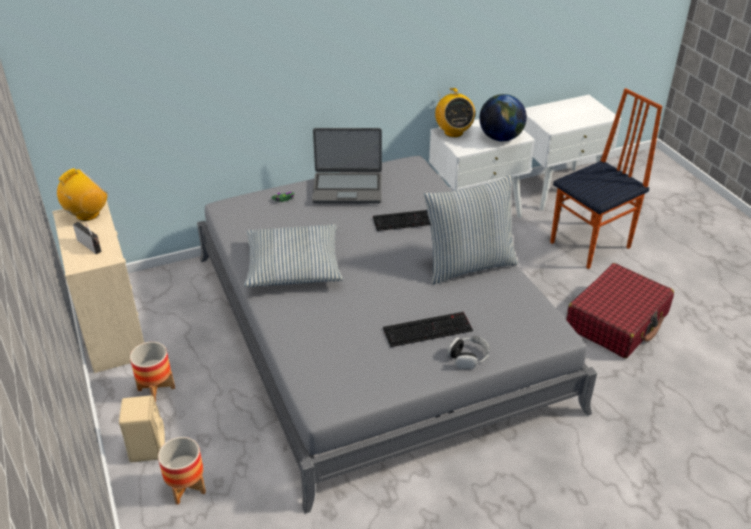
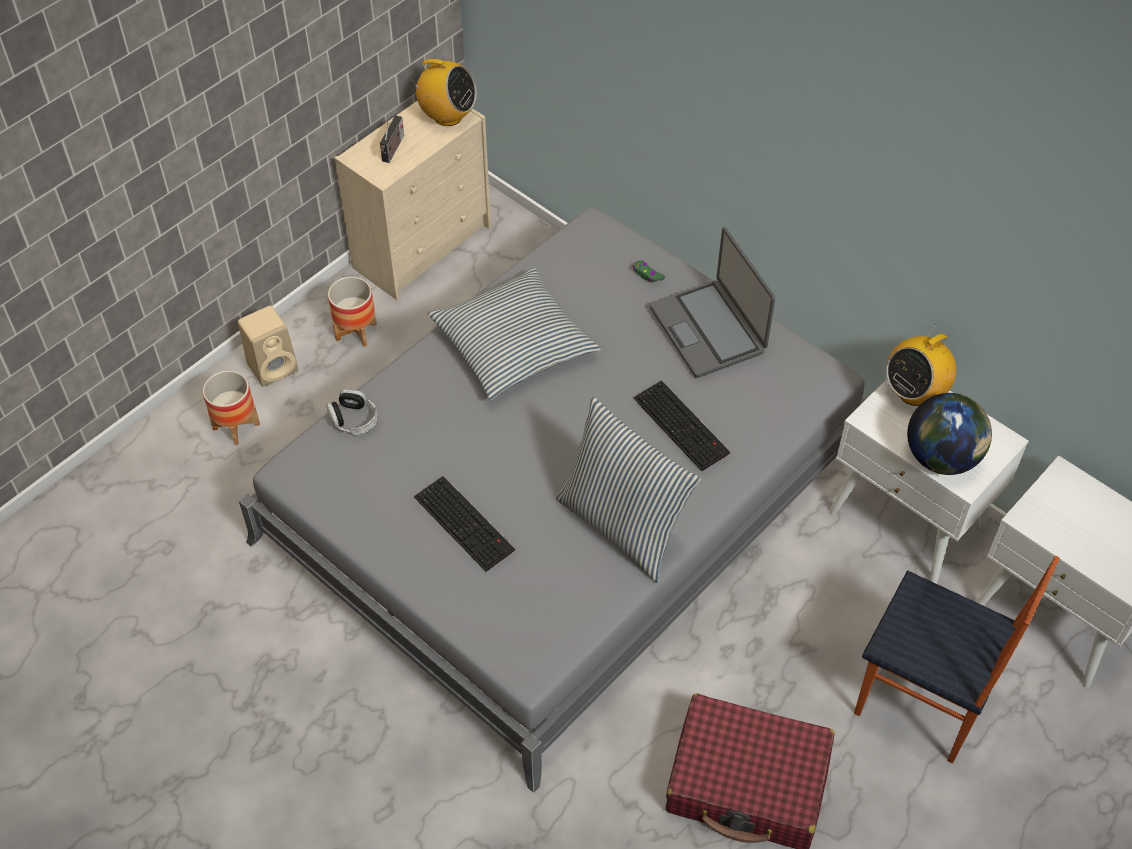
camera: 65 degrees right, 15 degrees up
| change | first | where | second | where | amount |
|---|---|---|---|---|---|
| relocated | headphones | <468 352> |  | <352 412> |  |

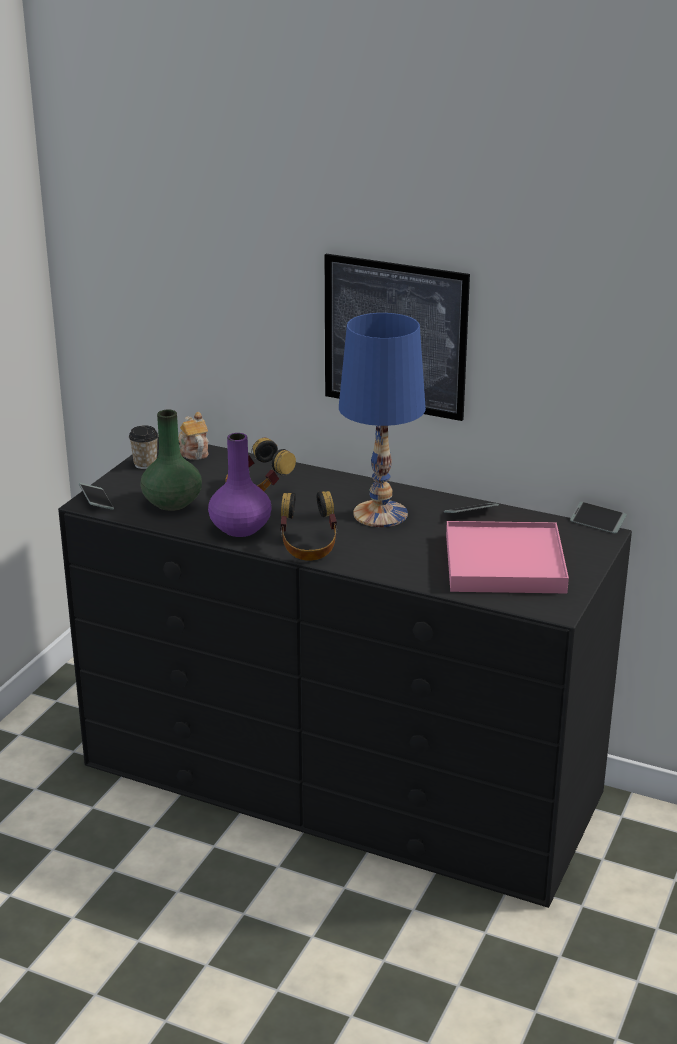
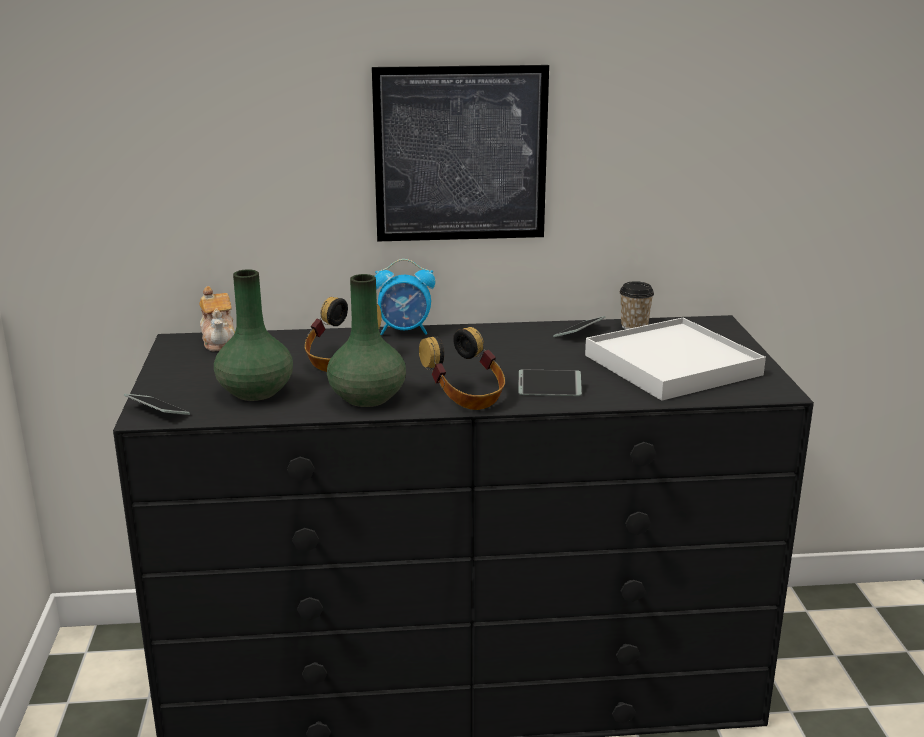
camera: 30 degrees left, 5 degrees down
| change | first | where | second | where | amount |
|---|---|---|---|---|---|
| relocated | cup | <143 447> |  | <636 305> |  |
| spun | pot for tea | <193 436> |  | <217 318> | 150 degrees counterclockwise |
| colour | purple-coloured decorative vase | <240 485> | green-coloured decorative vase | <366 340> |  |
| missing | blue-coloured table lamp | <382 420> |  |  |  |
| colour | pink-coloured tray | <507 557> | whitish tray | <675 359> |  |
| relocated | handset | <598 518> |  | <550 382> |  |
| appeared |  |  | alarm clock | <405 297> |  |

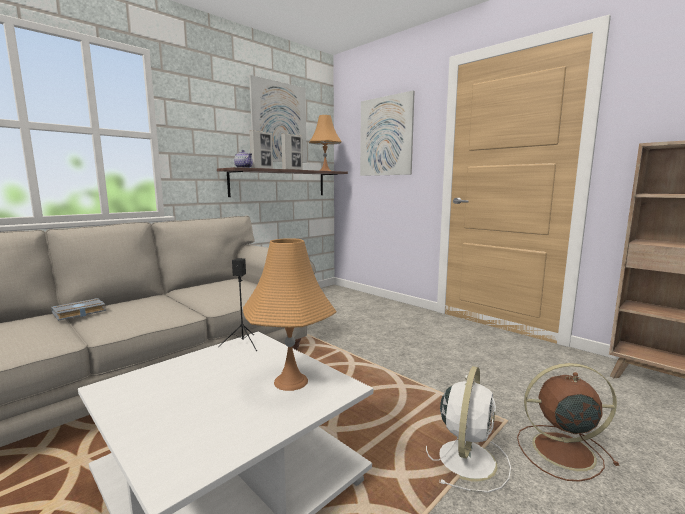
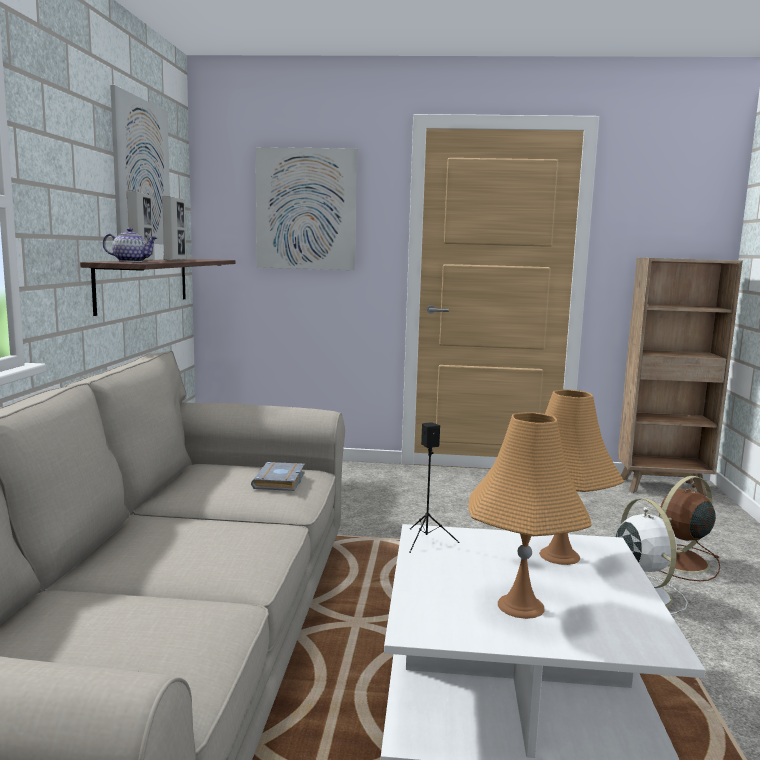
camera: 40 degrees left, 0 degrees up
| change | first | where | second | where | amount |
|---|---|---|---|---|---|
| relocated | gray book | <78 309> |  | <278 476> |  |
| relocated | orange table lamp | <325 143> |  | <530 515> |  |

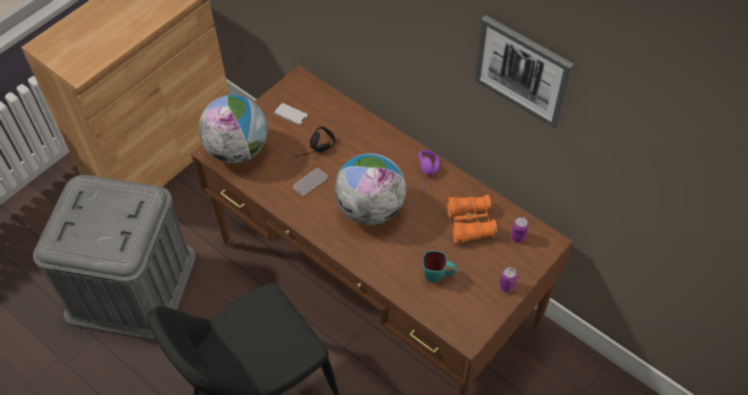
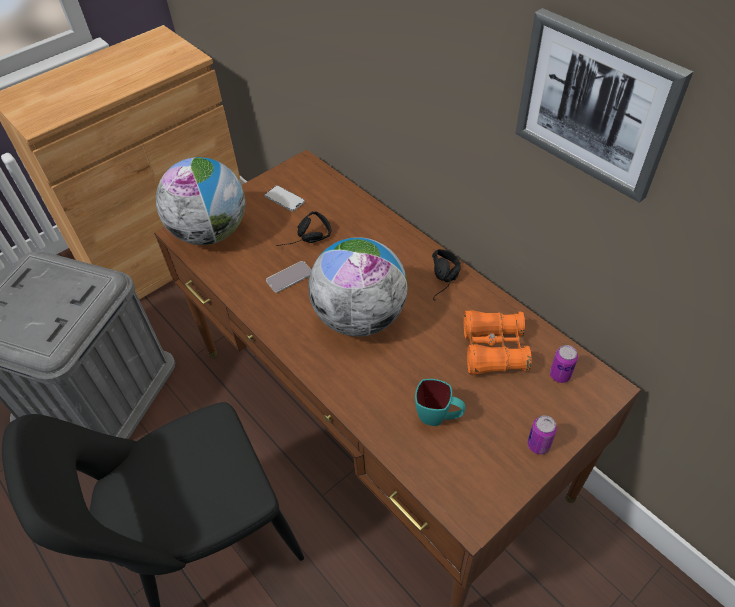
camera: 10 degrees right, 5 degrees down
| change | first | where | second | where | amount |
|---|---|---|---|---|---|
| colour | purple-coloured headphones | <429 170> | blackish headphones | <446 275> |  |

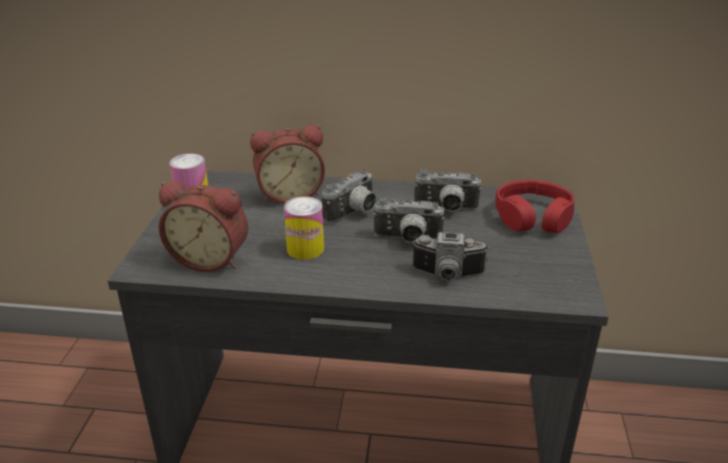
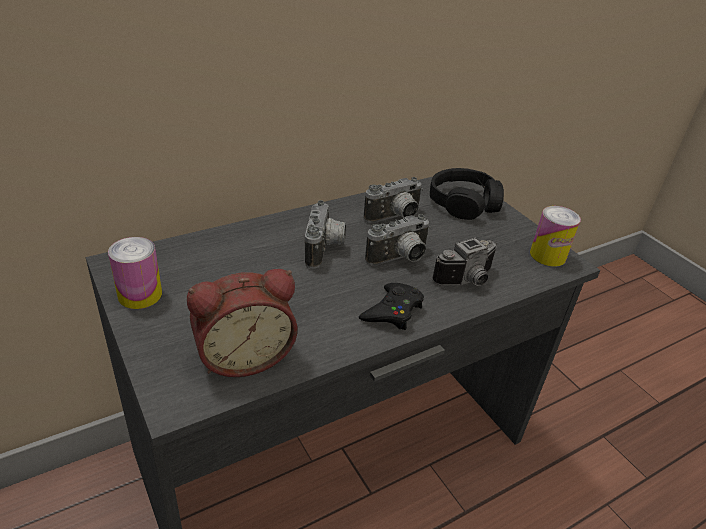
camera: 40 degrees left, 5 degrees up
| change | first | where | second | where | amount |
|---|---|---|---|---|---|
| missing | alarm clock | <287 164> |  |  |  |
| relocated | metal can | <304 228> |  | <555 236> |  |
| colour | reddish headphones | <535 206> | blackish headphones | <467 194> |  |
| appeared |  |  | blackish gamepad | <391 306> |  |

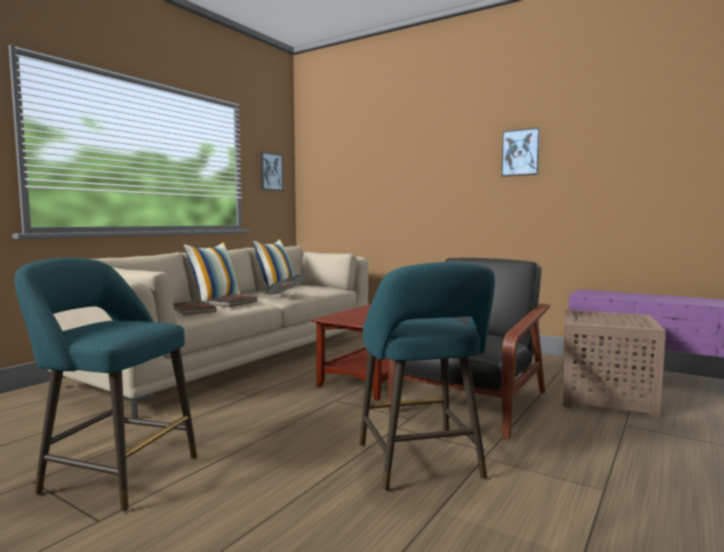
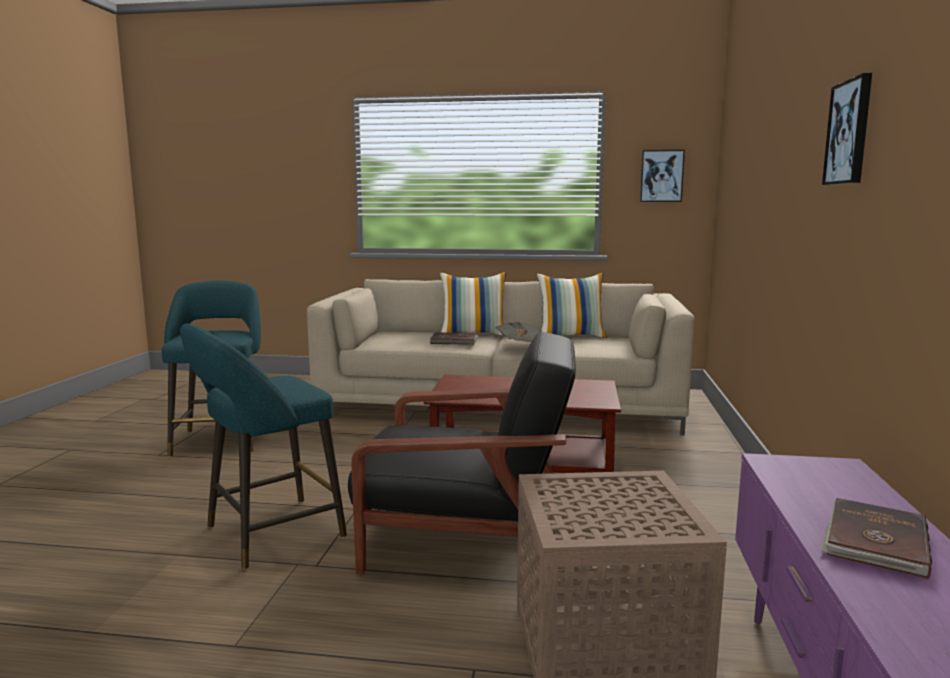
camera: 65 degrees right, 5 degrees up
| change | first | where | second | where | amount |
|---|---|---|---|---|---|
| relocated | brown-coloured book | <194 308> |  | <875 538> |  |

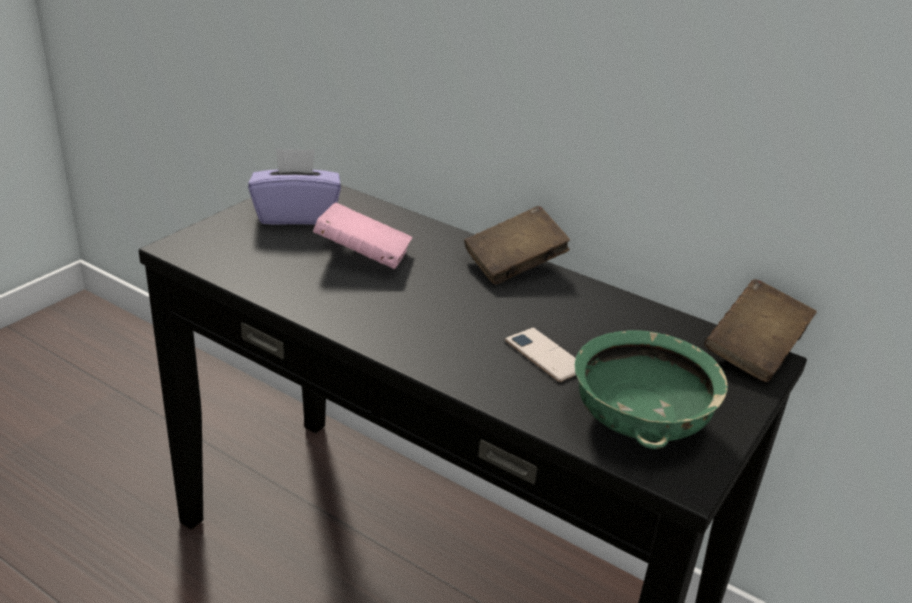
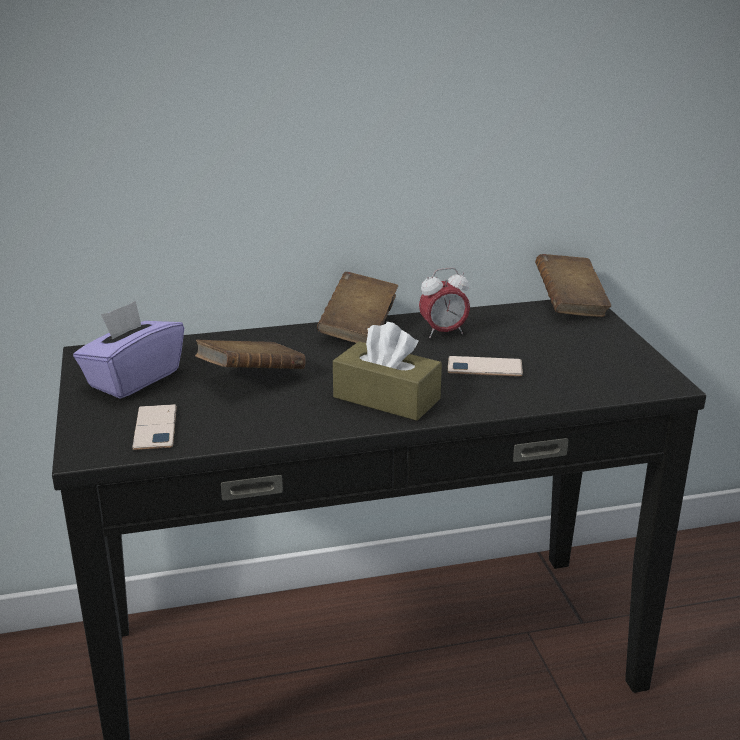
camera: 45 degrees left, 5 degrees down
| change | first | where | second | where | amount |
|---|---|---|---|---|---|
| colour | pink-coloured book | <362 235> | brown-coloured book | <250 354> |  |
| missing | green-coloured bowl | <651 389> |  |  |  |
| appeared |  |  | handset | <154 427> |  |
| appeared |  |  | brown-coloured box of tissues | <387 371> |  |
| appeared |  |  | alarm clock | <444 303> |  |

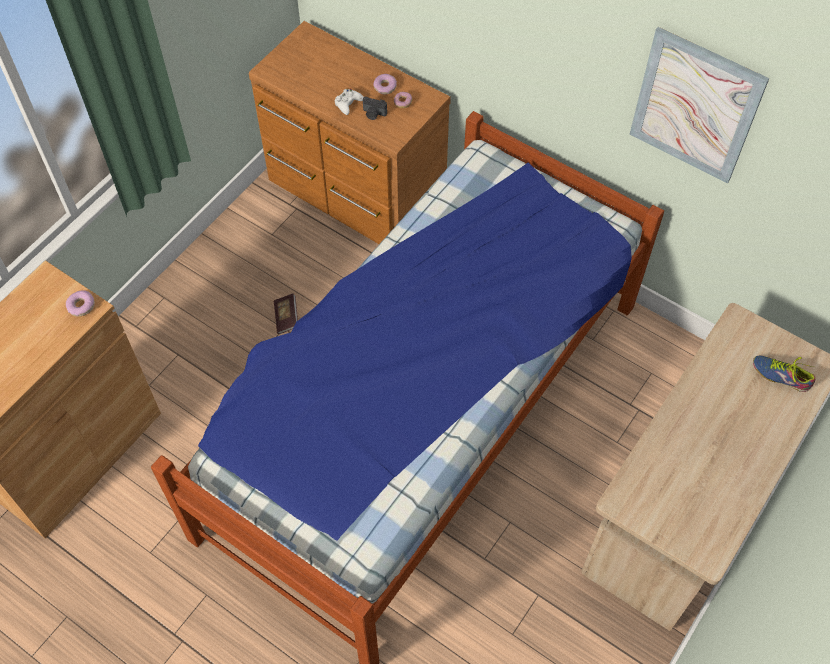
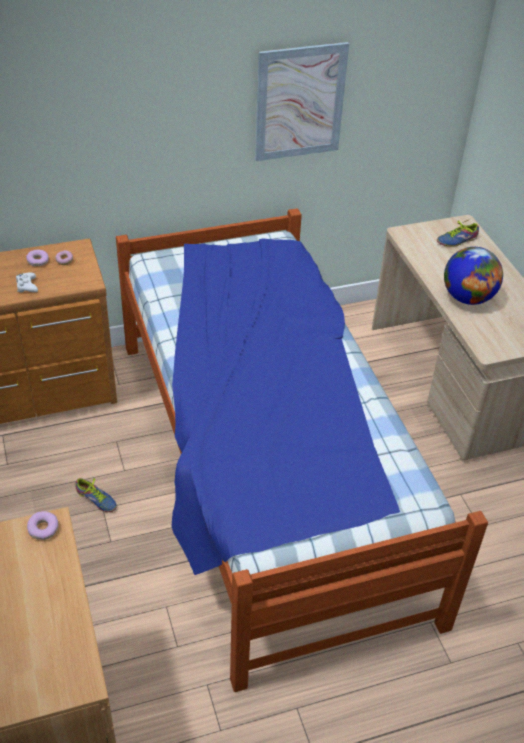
camera: 55 degrees left, 15 degrees down
| change | first | where | second | where | amount |
|---|---|---|---|---|---|
| exchanged | book | <286 313> | item of footwear | <96 495> |  |
| missing | still camera | <375 108> |  |  |  |
| appeared |  |  | desk globe | <473 276> |  |

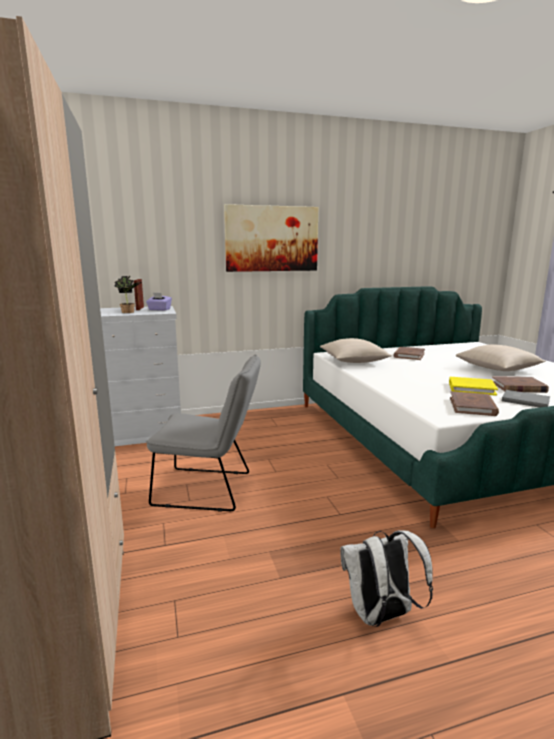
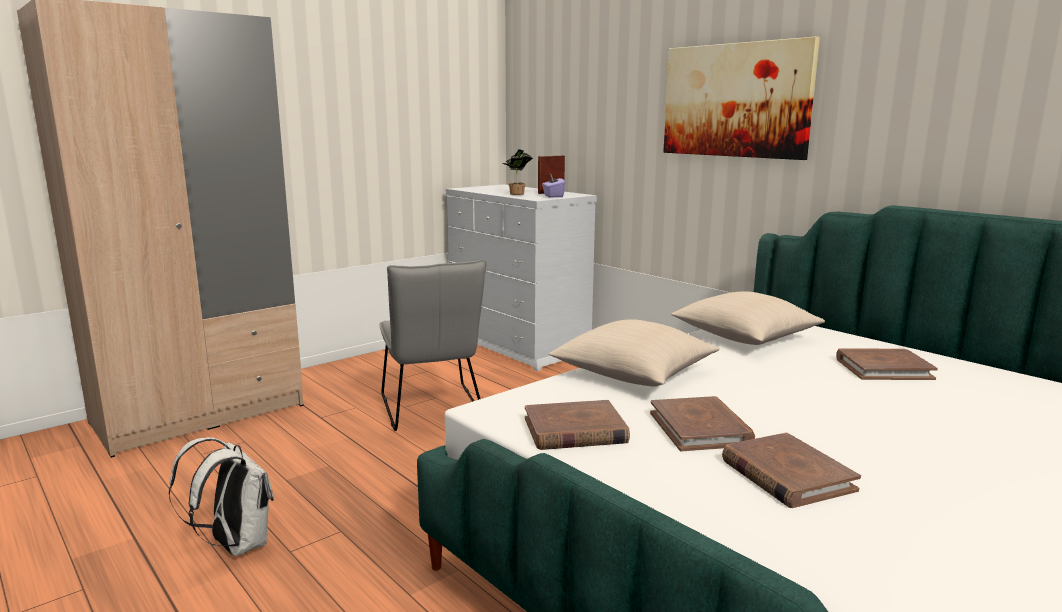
camera: 65 degrees right, 0 degrees up
| change | first | where | second | where | amount |
|---|---|---|---|---|---|
| colour | yellow-coloured book | <473 386> | brown-coloured book | <702 423> |  |
| relocated | beige cushion | <501 357> |  | <634 353> |  |
| missing | gray book | <526 399> |  |  |  |

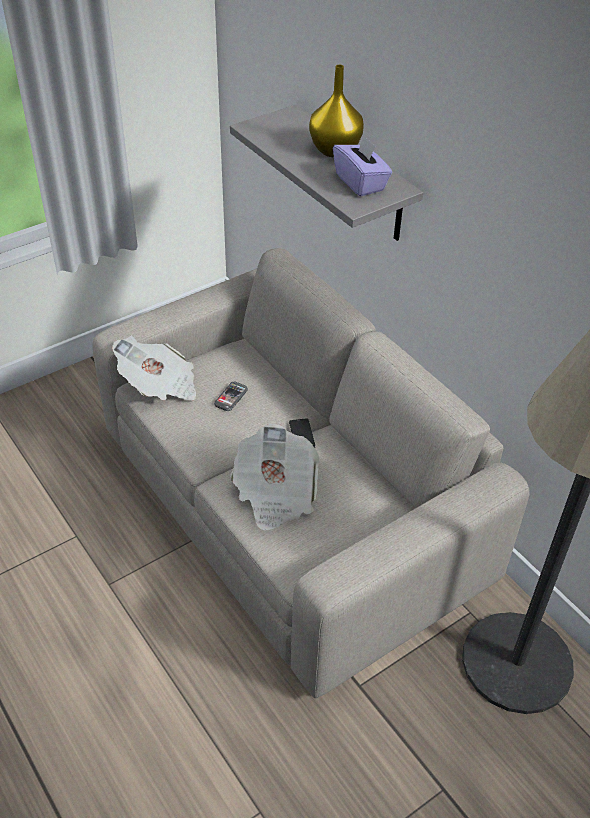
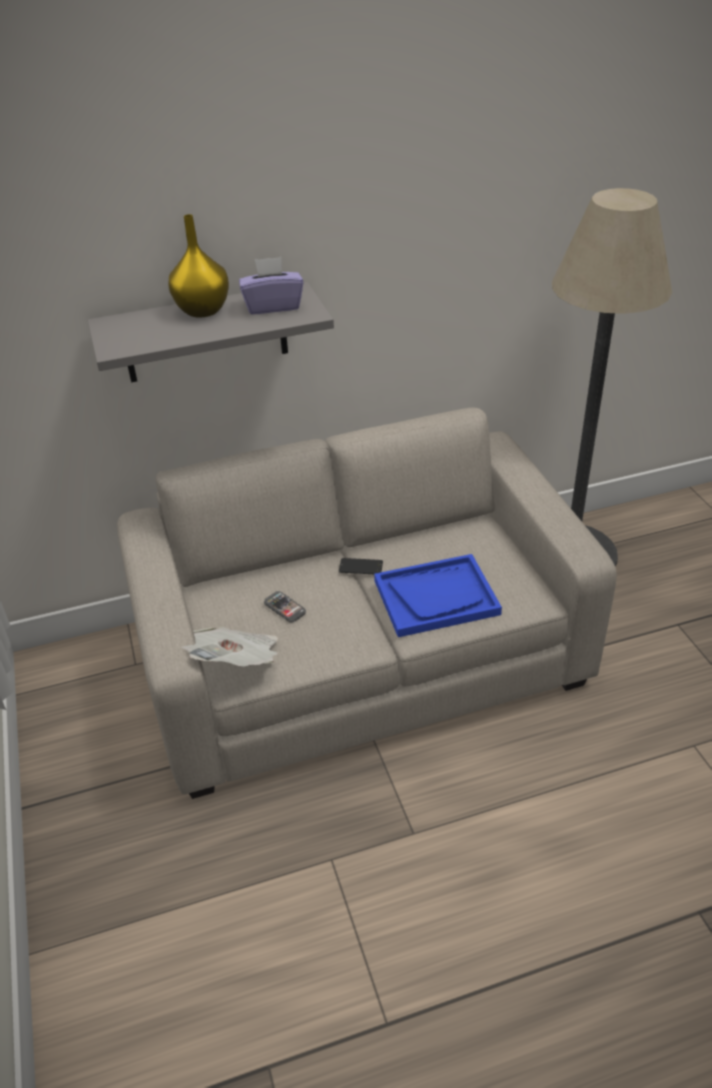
camera: 70 degrees left, 5 degrees down
| change | first | where | second | where | amount |
|---|---|---|---|---|---|
| exchanged | printed paper | <275 477> | blue-coloured tray | <438 595> |  |

